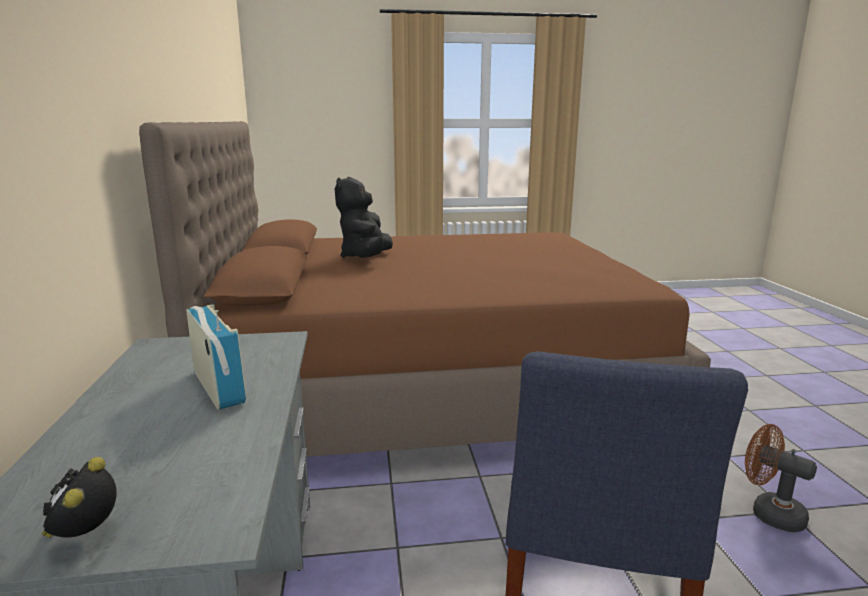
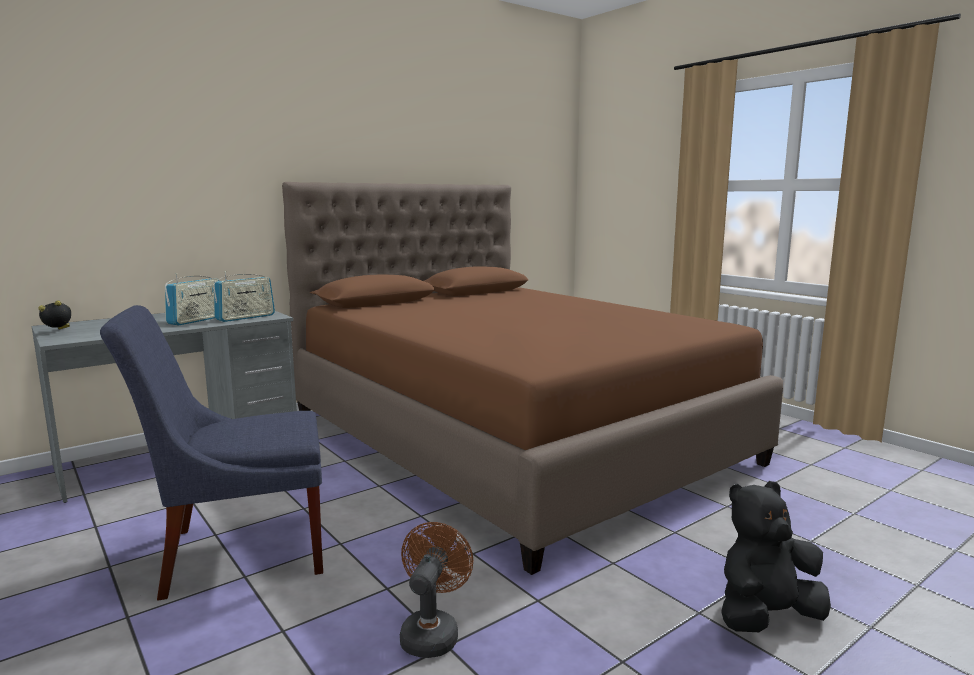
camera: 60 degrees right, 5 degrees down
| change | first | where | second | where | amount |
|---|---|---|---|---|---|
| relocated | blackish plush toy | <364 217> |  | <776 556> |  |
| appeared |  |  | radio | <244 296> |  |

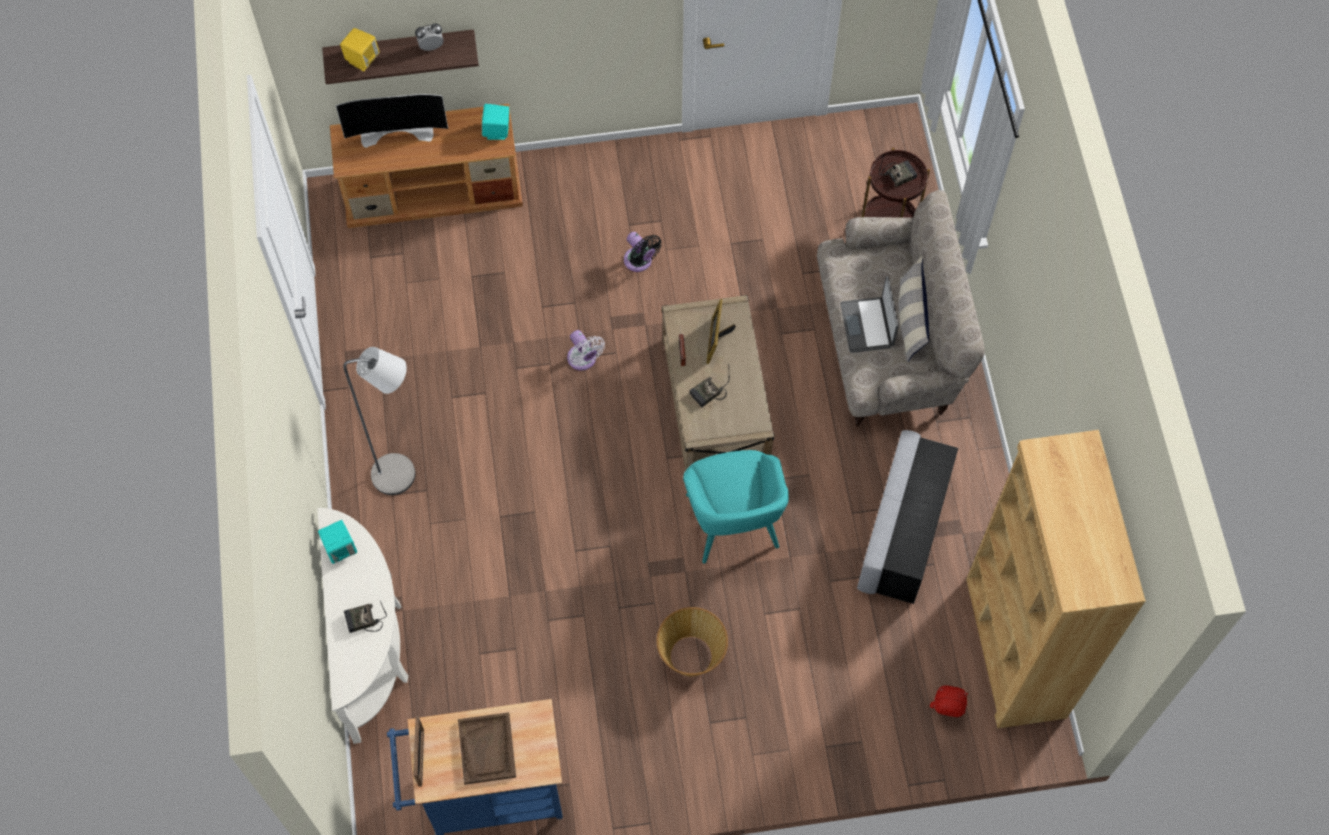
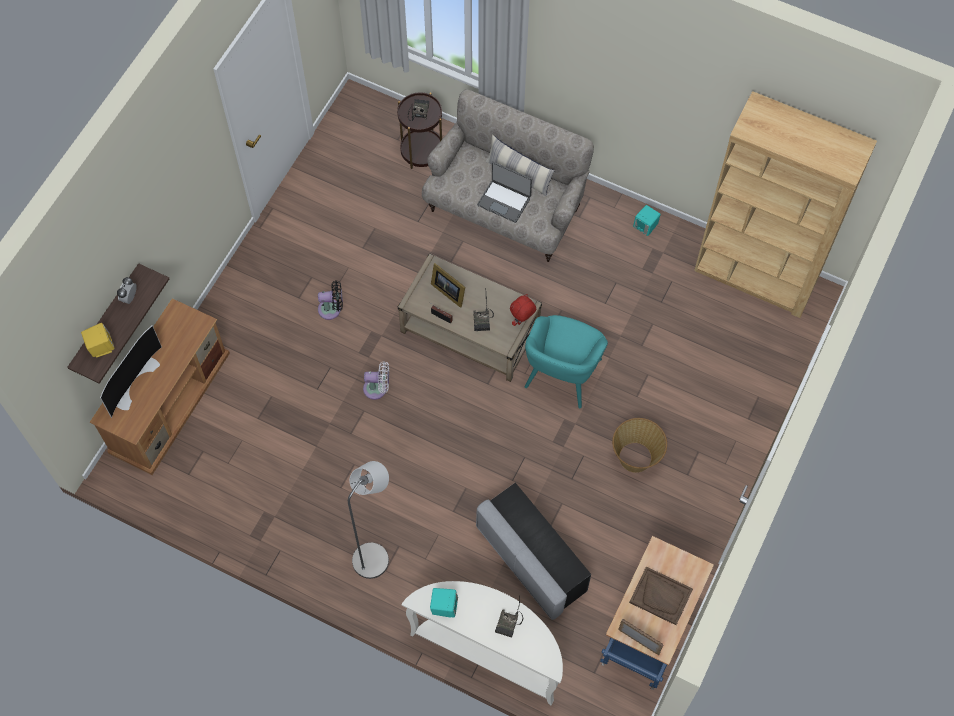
camera: 55 degrees left, 0 degrees up
| change | first | where | second | where | amount |
|---|---|---|---|---|---|
| relocated | turquoise-coloured speaker | <495 122> |  | <647 220> |  |
| spun | turquoise-coloured armchair | <736 506> |  | <566 362> | 90 degrees clockwise |
| relocated | gray footrest | <907 517> |  | <533 551> |  |
| relocated | reddish plush toy | <949 701> |  | <523 310> |  |

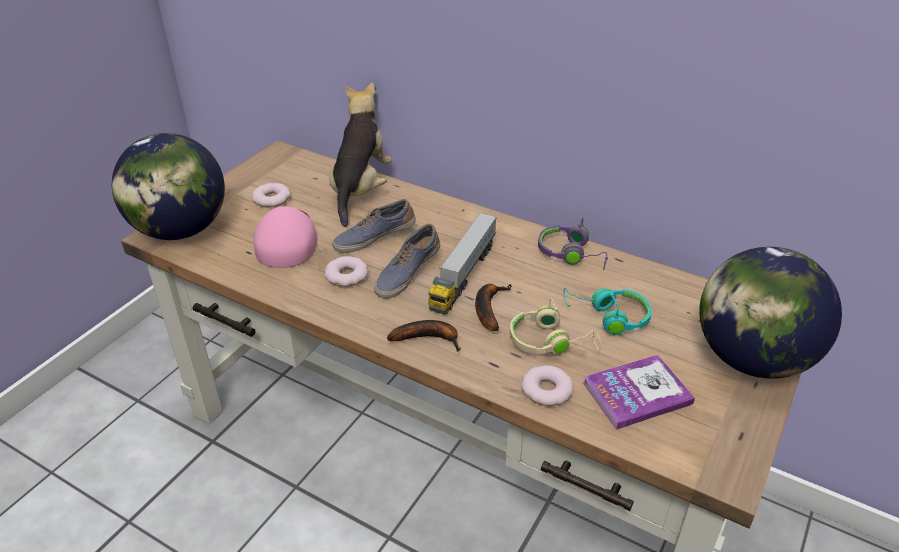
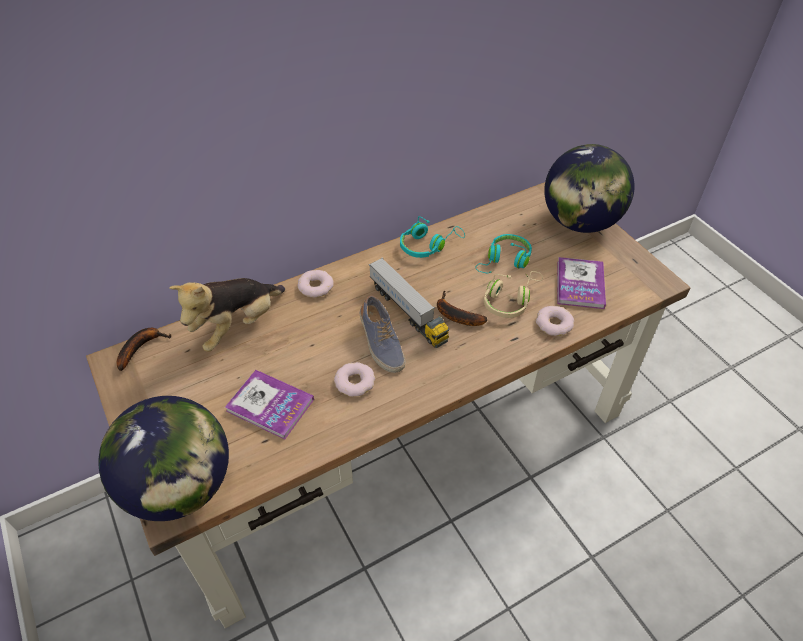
camera: 60 degrees left, 10 degrees up
| change | first | where | second | where | amount |
|---|---|---|---|---|---|
| relocated | doughnut | <271 195> |  | <315 284> |  |
| exchanged | pink-coloured peaked cap | <285 237> | book | <269 405> |  |
| spun | plush toy | <360 155> |  | <227 314> | 90 degrees counterclockwise |
| missing | item of footwear | <374 226> |  |  |  |
| relocated | banana fruit | <423 336> |  | <144 349> |  |
| colour | purple-coloured headphones | <573 244> | turquoise-coloured headphones | <432 237> |  |

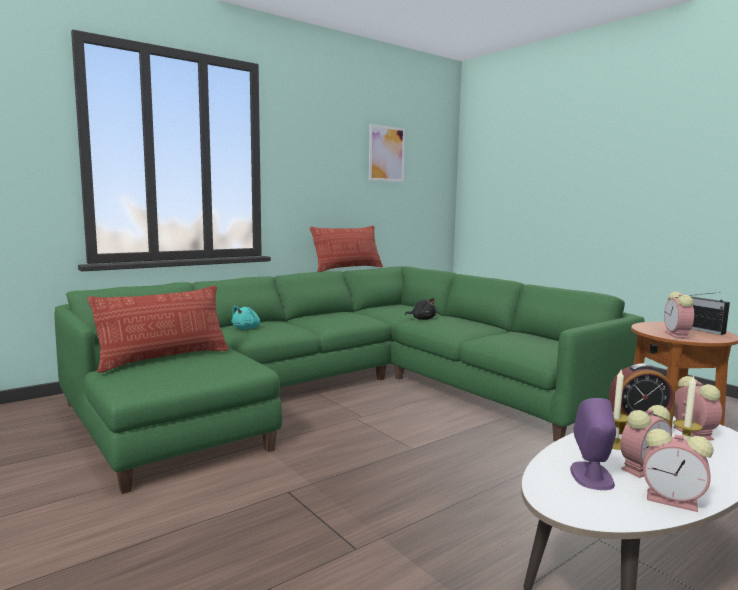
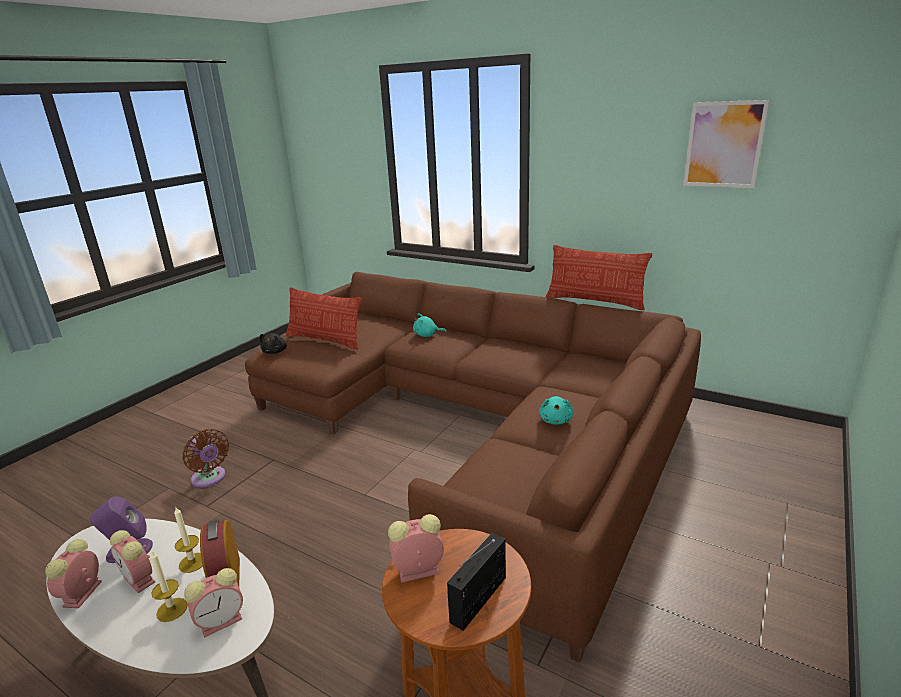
camera: 70 degrees right, 15 degrees up
| change | first | where | second | where | amount |
|---|---|---|---|---|---|
| colour | green-coloured sofa | <350 380> | brown-coloured sofa | <473 467> |  |
| relocated | blackish plush toy | <420 309> |  | <273 343> |  |
| appeared |  |  | brown-coloured cooling fan | <206 458> |  |
| appeared |  |  | turquoise-coloured plush toy | <556 410> |  |

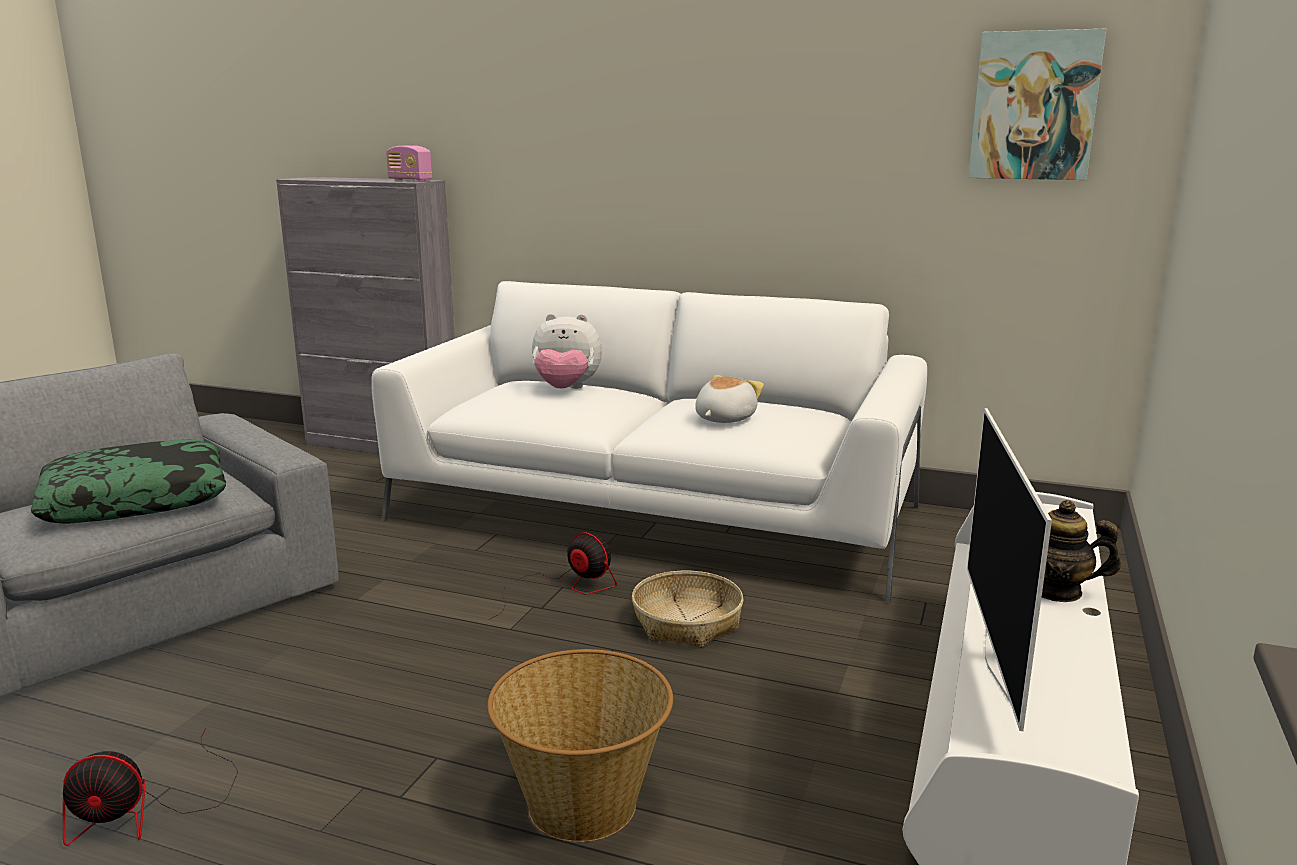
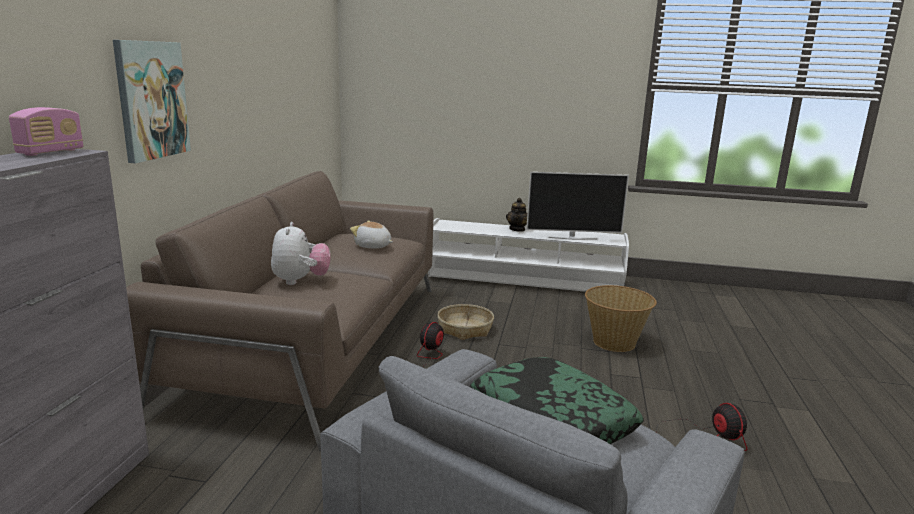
camera: 100 degrees left, 0 degrees up
| change | first | where | second | where | amount |
|---|---|---|---|---|---|
| colour | whitish sofa | <649 442> | brown-coloured sofa | <279 311> |  |
| relocated | wall picture | <1037 104> |  | <152 101> |  |

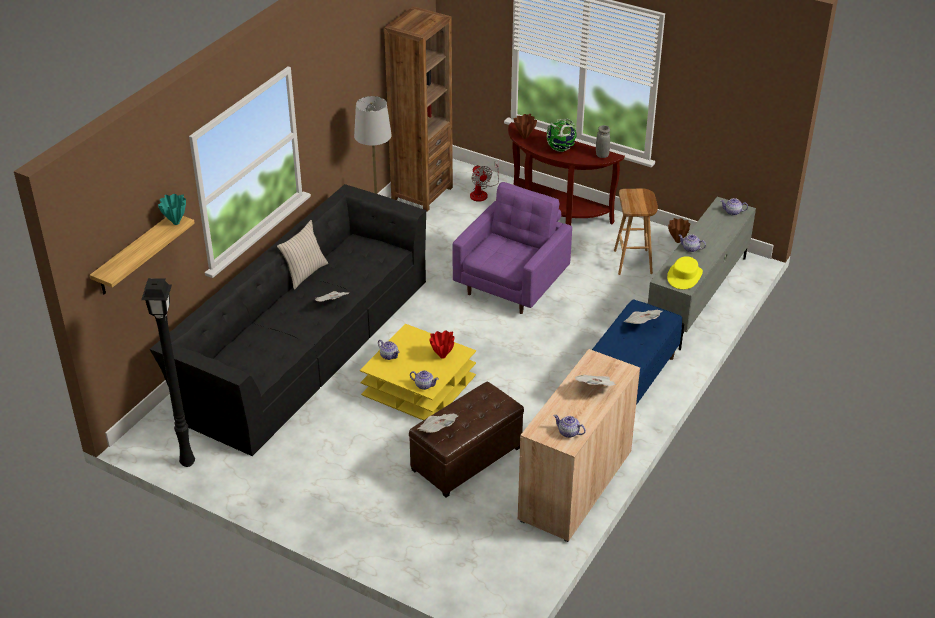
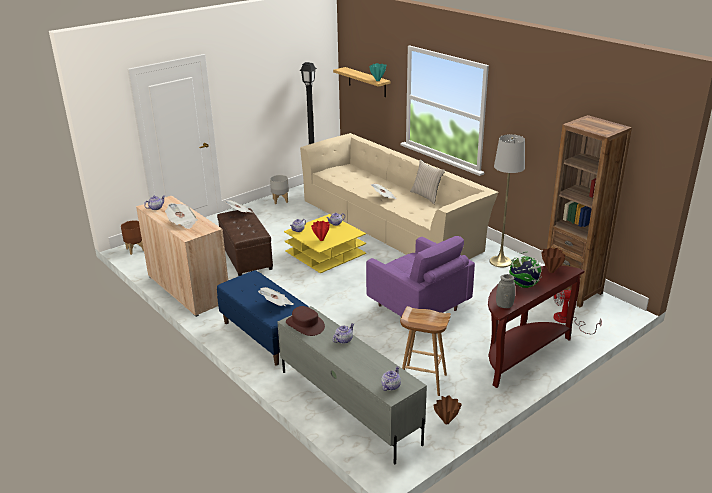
camera: 110 degrees right, 10 degrees down
| change | first | where | second | where | amount |
|---|---|---|---|---|---|
| colour | blackish sofa | <288 320> | beige sofa | <399 196> |  |
| colour | yellow-coloured clothing hat | <685 272> | brown-coloured clothing hat | <305 321> |  |
| appeared |  |  | brown-coloured plant pot | <132 237> |  |
| appeared |  |  | gray plant pot | <279 189> |  |

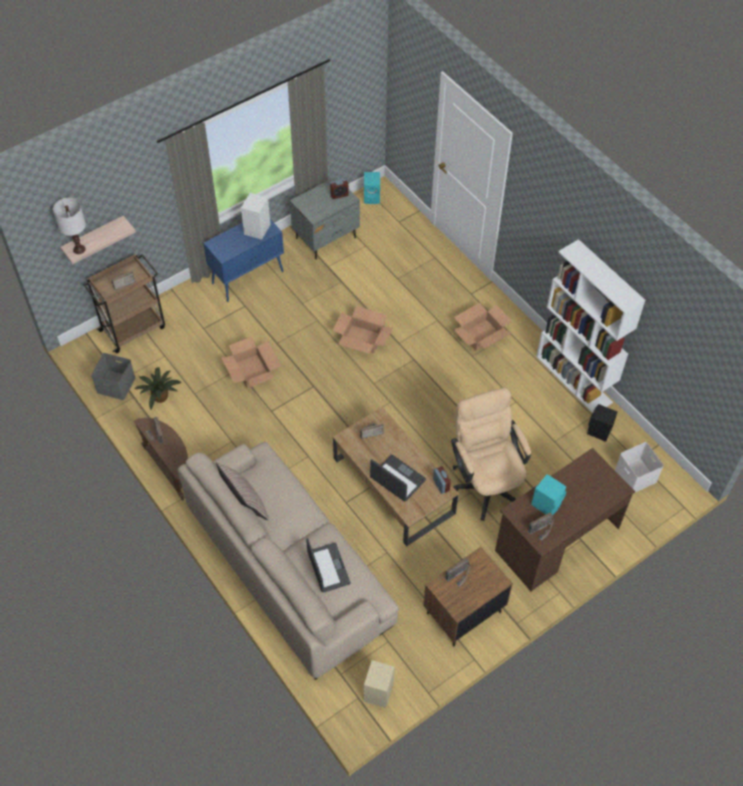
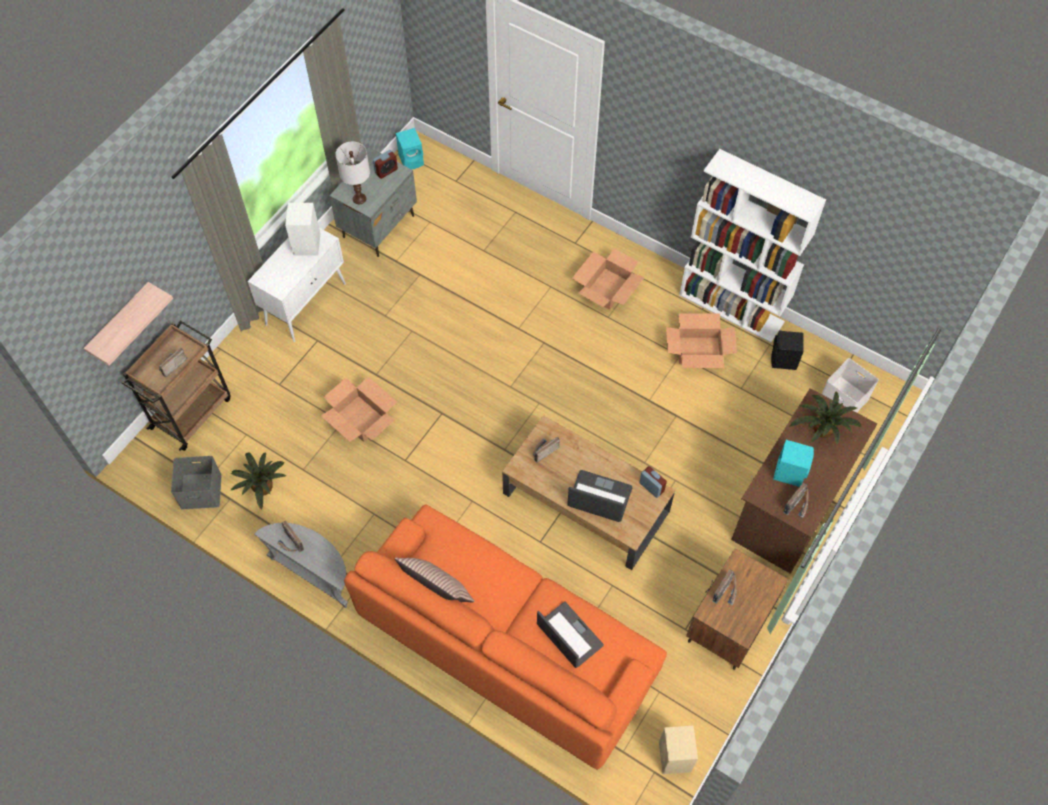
camera: 20 degrees left, 5 degrees up
| change | first | where | second | where | amount |
|---|---|---|---|---|---|
| relocated | whitish table lamp | <69 226> |  | <353 173> |  |
| colour | brown-coloured accent table | <161 459> | gray accent table | <301 565> |  |
| colour | beige sofa | <288 561> | orange sofa | <505 636> |  |
| colour | blue-coloured storage cabinet | <243 260> | whitish storage cabinet | <297 285> |  |
| relocated | cardboard box | <363 330> |  | <701 340> |  |
| missing | beige desk chair | <491 454> |  |  |  |
| appeared |  |  | potted plant | <825 418> |  |

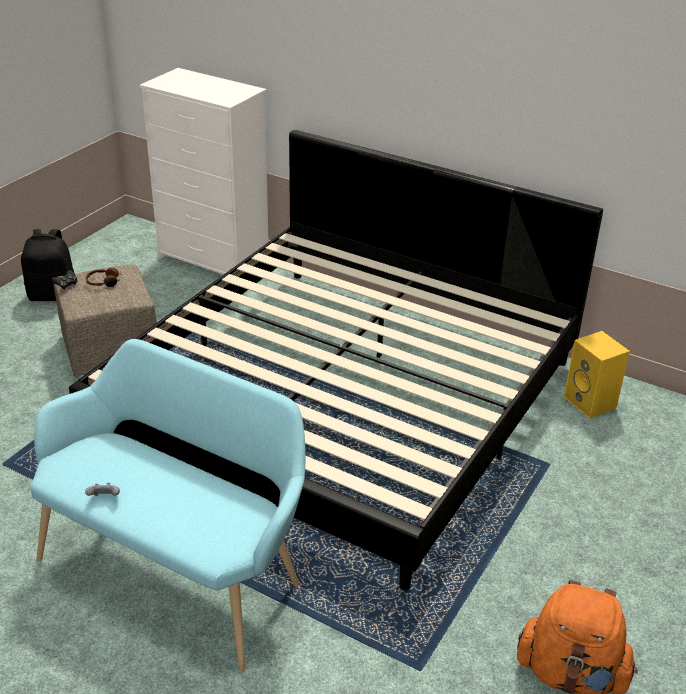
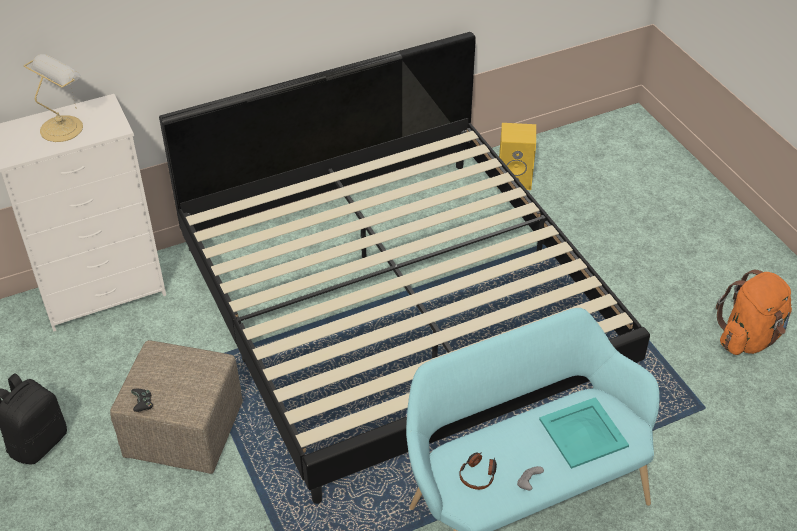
camera: 55 degrees left, 10 degrees up
| change | first | where | second | where | amount |
|---|---|---|---|---|---|
| relocated | headphones | <103 277> |  | <478 471> |  |
| appeared |  |  | table lamp | <53 98> |  |
| appeared |  |  | turquoise-coloured tray | <584 433> |  |

